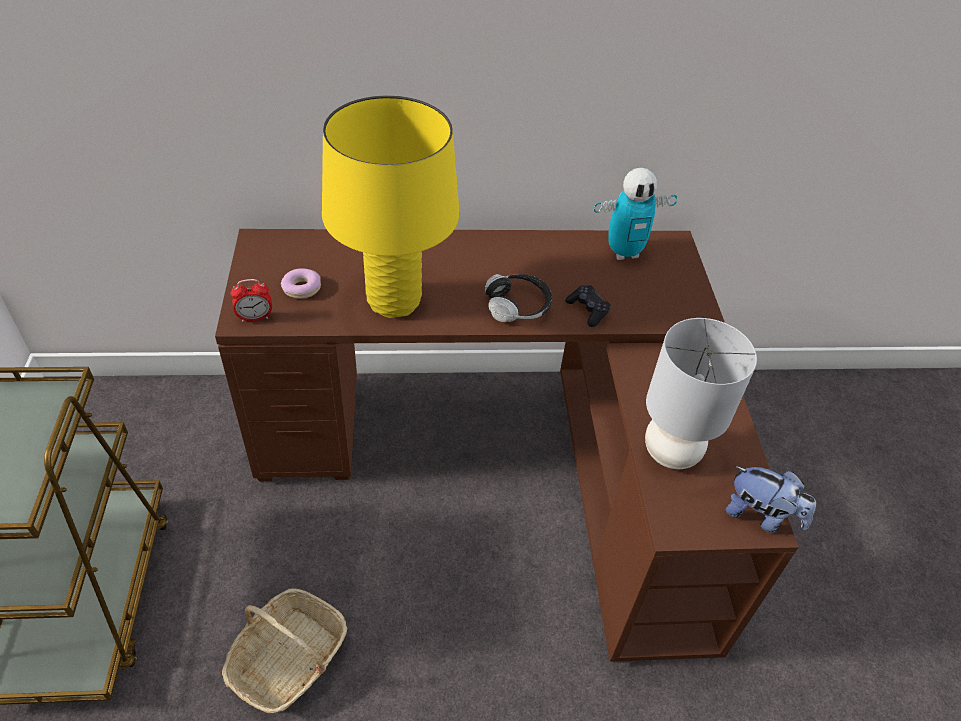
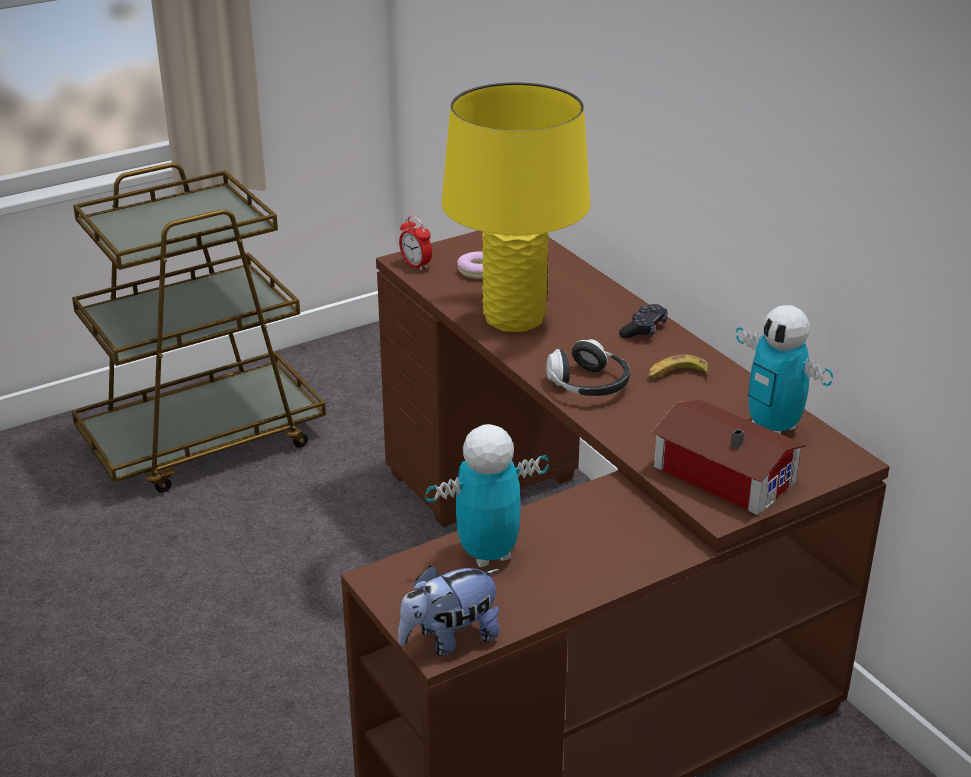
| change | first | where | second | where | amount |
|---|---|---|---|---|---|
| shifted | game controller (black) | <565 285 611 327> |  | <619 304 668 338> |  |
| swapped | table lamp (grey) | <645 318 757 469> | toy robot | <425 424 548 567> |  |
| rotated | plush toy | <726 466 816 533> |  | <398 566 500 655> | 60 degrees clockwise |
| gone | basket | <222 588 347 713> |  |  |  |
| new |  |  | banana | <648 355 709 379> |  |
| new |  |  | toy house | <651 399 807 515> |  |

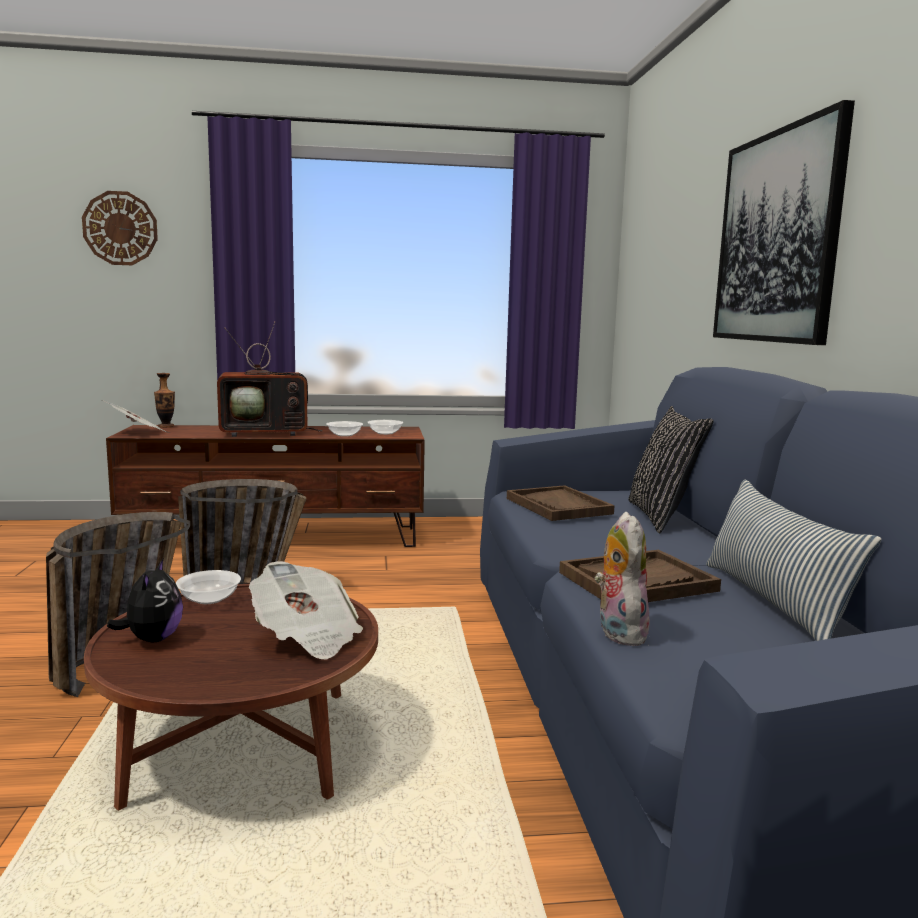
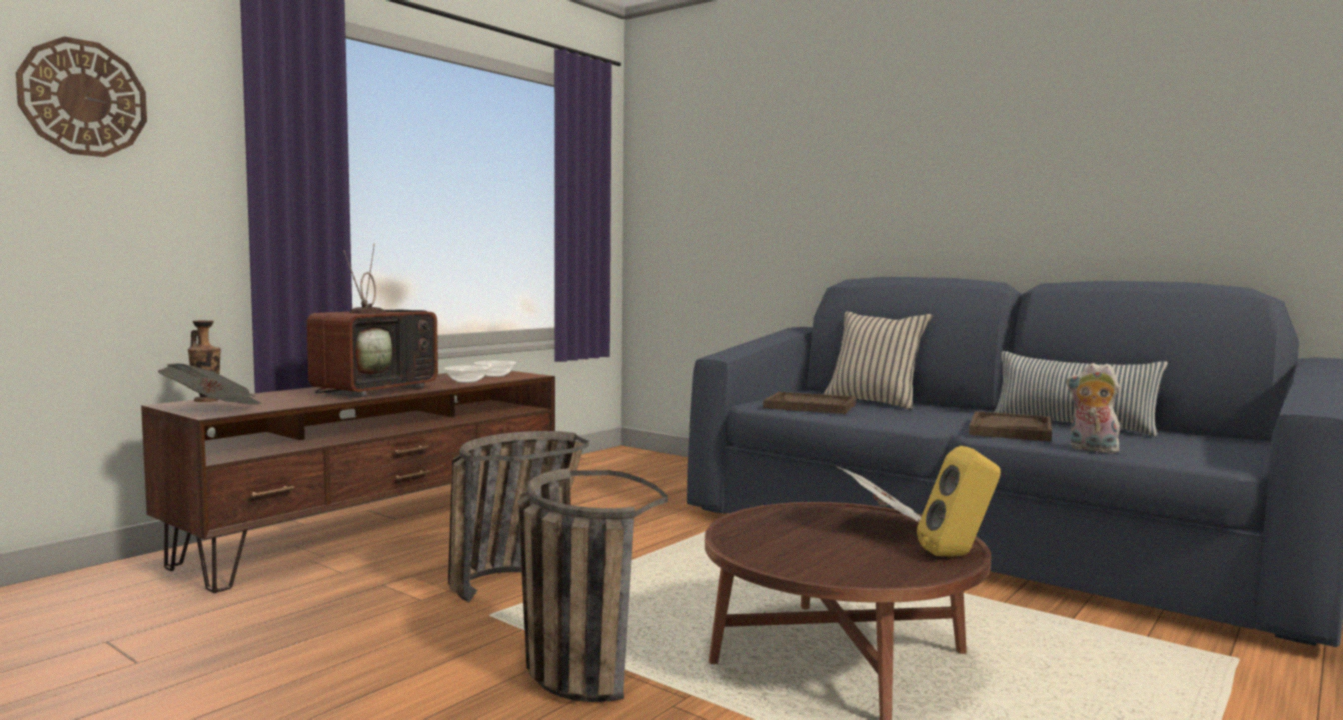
| change | first | where | second | where | amount |
|---|---|---|---|---|---|
| gone | picture | <713 100 855 345> |  |  |  |
| repainted | pillow (black) | <628 406 714 533> | pillow (beige) | <823 312 933 410> |  |
| gone | plush toy | <107 559 183 642> |  |  |  |
| gone | bowl | <176 570 241 604> |  |  |  |
| new |  |  | speaker (yellow) | <917 446 1001 556> |  |

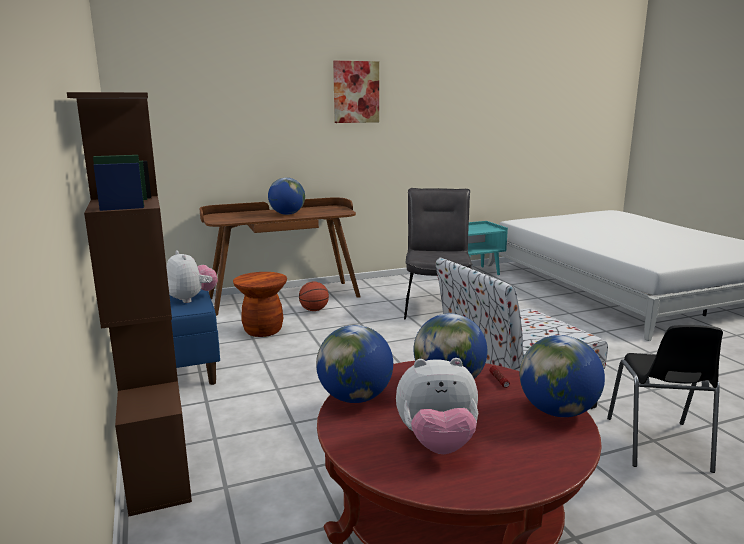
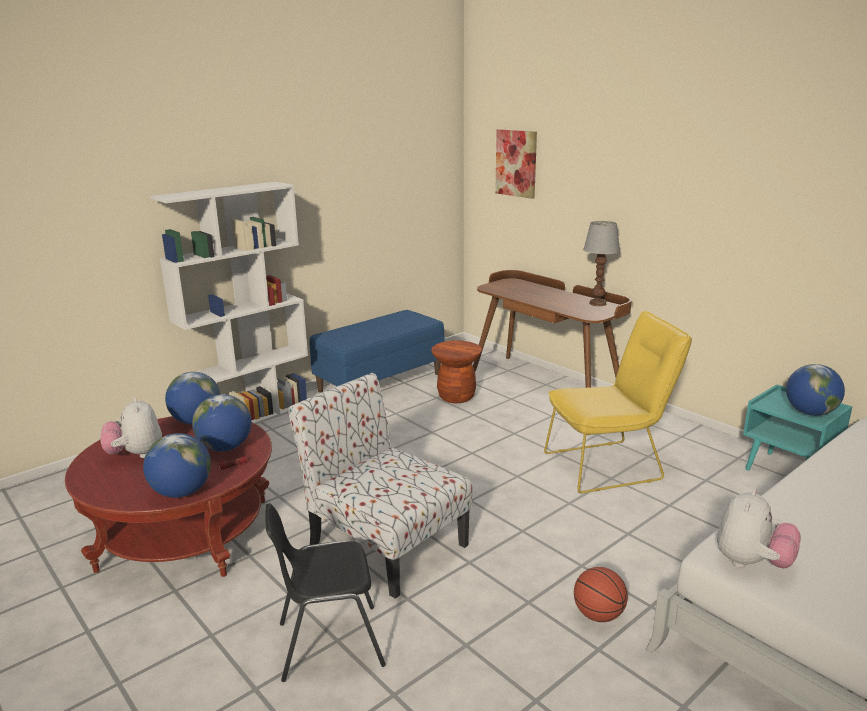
| change | first | where | second | where | amount |
|---|---|---|---|---|---|
| shifted | picture | <333 61 379 123> |  | <495 129 537 199> |  |
| repainted | bookcase (brown) | <67 92 192 517> | bookcase (white) | <150 182 308 424> |  |
| shifted | globe | <268 178 305 215> |  | <786 364 845 416> |  |
| repainted | chair (grey) | <404 188 473 319> | chair (yellow) | <544 311 692 493> |  |
| shifted | plush toy | <166 250 218 303> |  | <717 488 801 569> |  |
| shifted | basketball | <299 282 329 311> |  | <574 567 628 622> |  |
| new |  |  | table lamp | <583 221 620 306> |  |

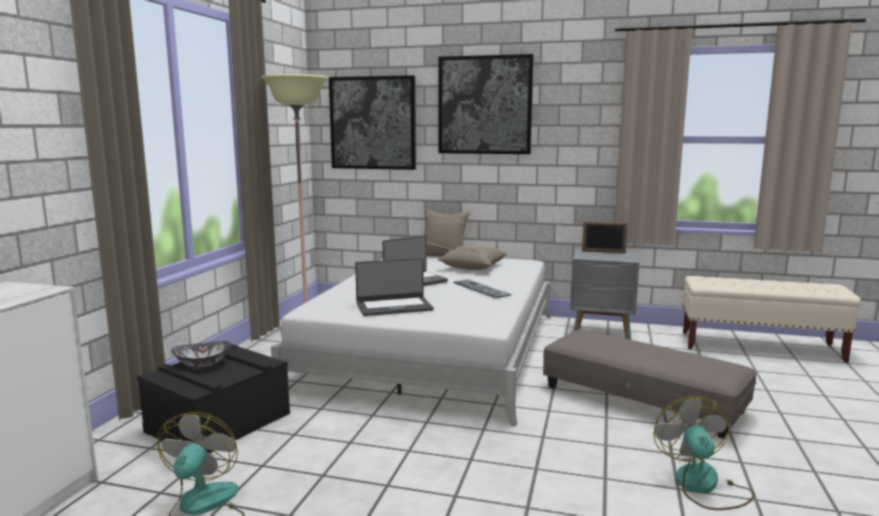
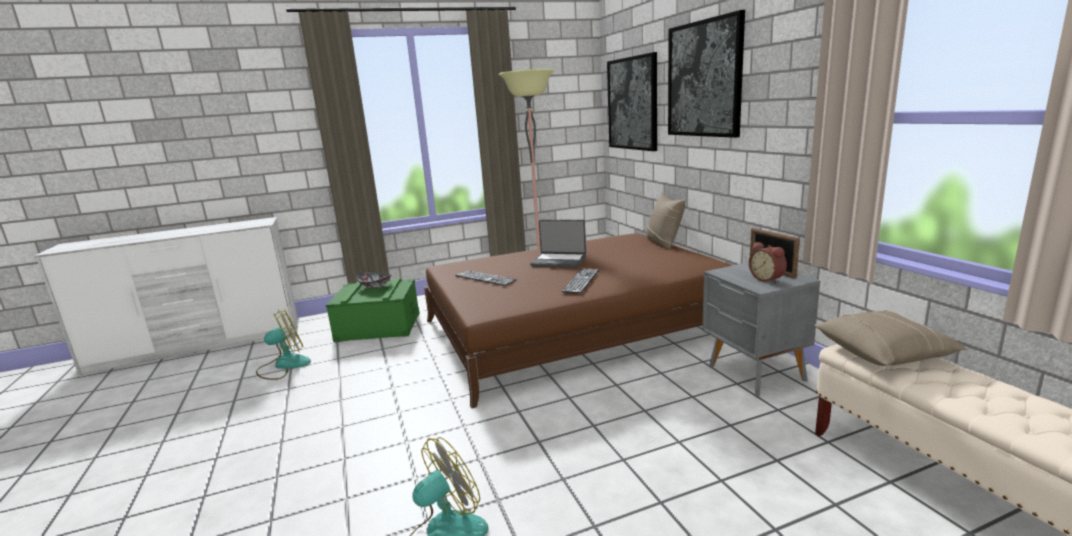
| change | first | where | second | where | amount |
|---|---|---|---|---|---|
| shifted | pillow (beige) | <438 245 508 270> |  | <814 310 968 366> |  |
| repainted | bed (white) | <271 256 551 426> | bed (brown) | <424 233 733 409> |  |
| swapped | laptop | <355 258 434 316> | keyboard | <455 270 517 286> |  |
| gone | ottoman (grey) | <543 330 757 439> |  |  |  |
| repainted | storage box (black) | <137 344 290 453> | storage box (green) | <326 278 420 342> |  |
| new |  |  | alarm clock | <749 242 787 284> |  |

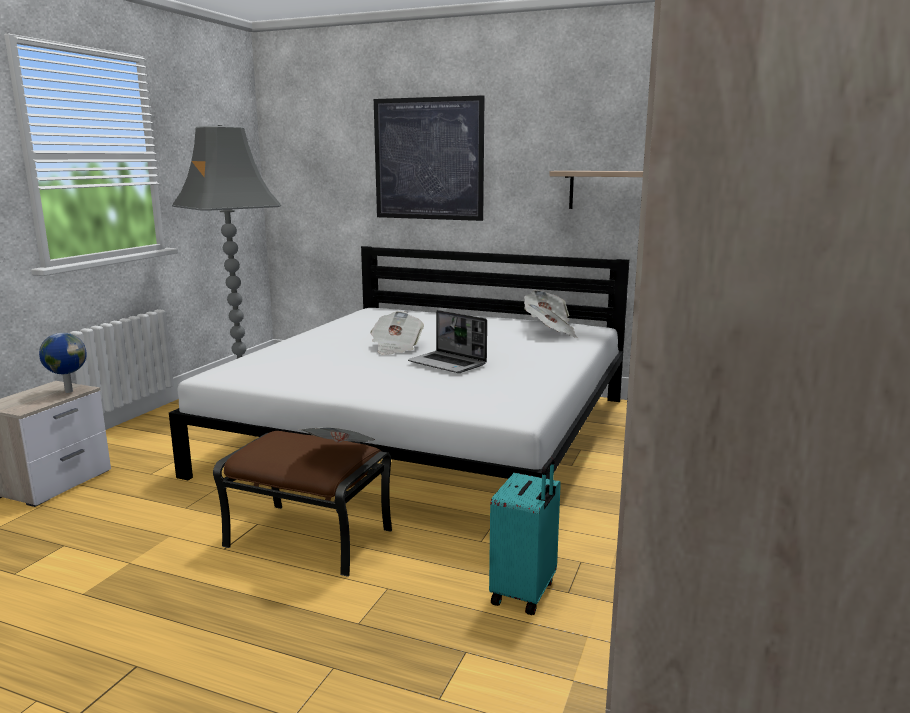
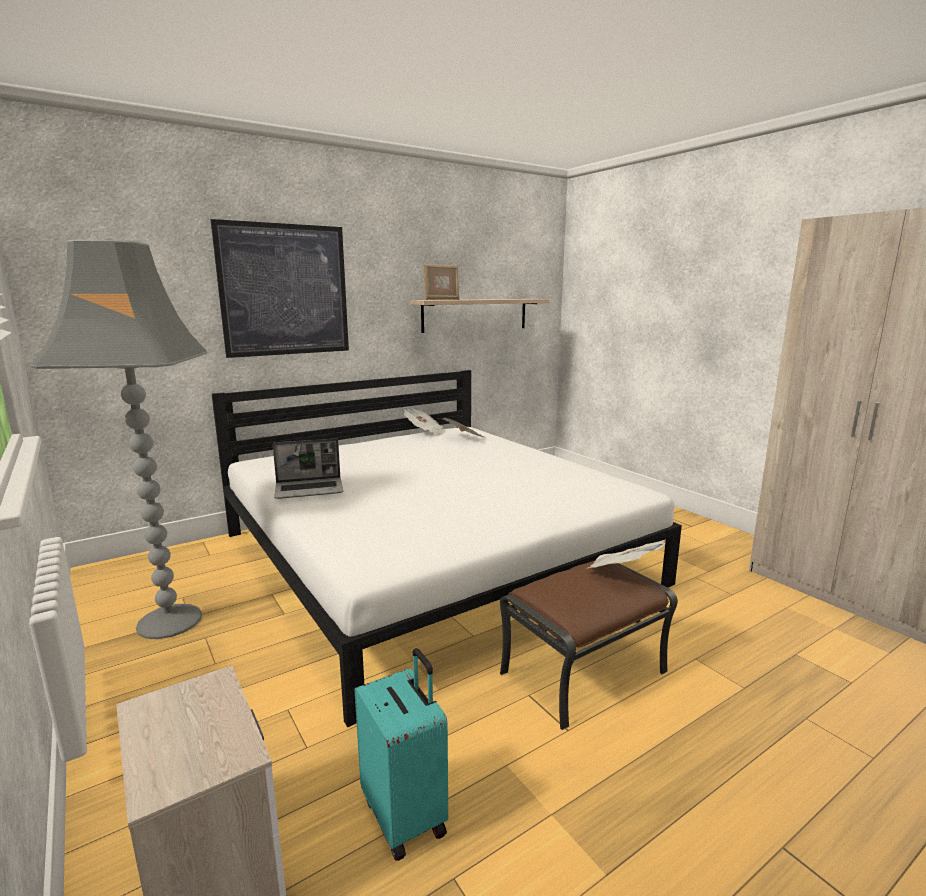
| change | first | where | second | where | amount |
|---|---|---|---|---|---|
| shifted | laptop | <408 310 487 373> |  | <273 438 343 499> |  |
| gone | newspaper | <370 311 424 355> |  |  |  |
| gone | globe | <39 333 87 393> |  |  |  |
| shifted | suitcase (turquoise) | <489 458 561 615> |  | <355 648 448 861> |  |
| new |  |  | picture frame | <423 264 459 300> |  |

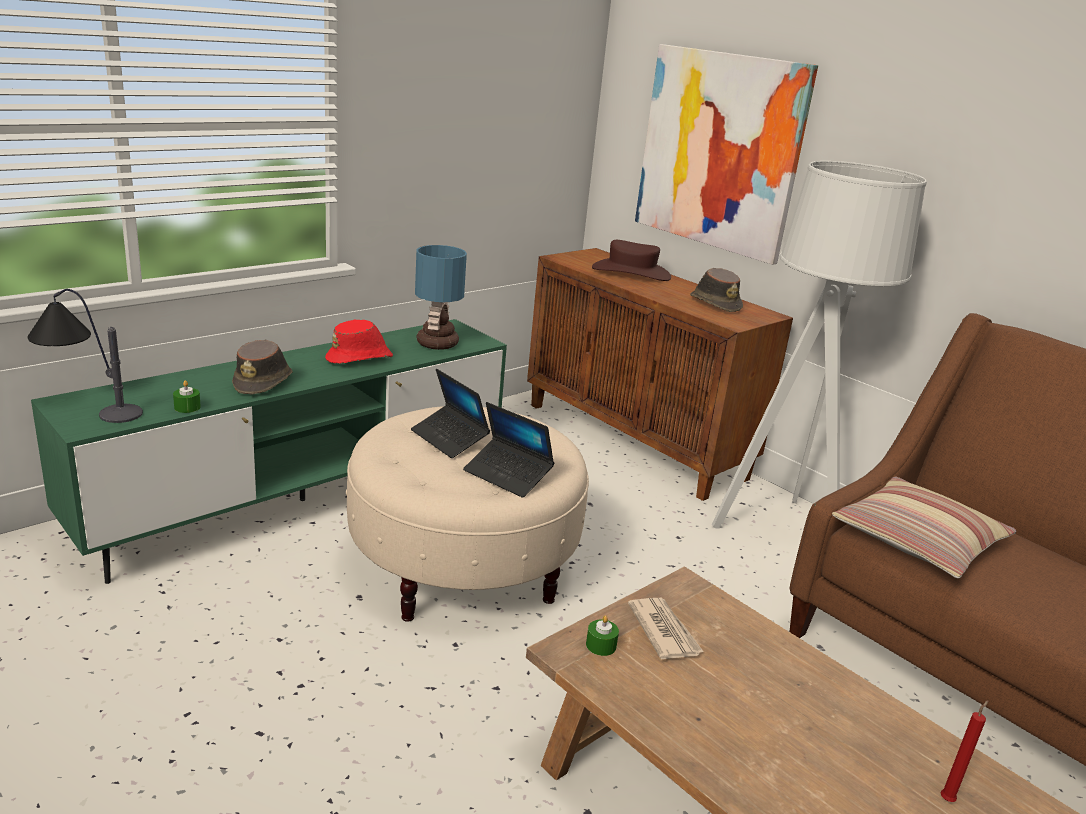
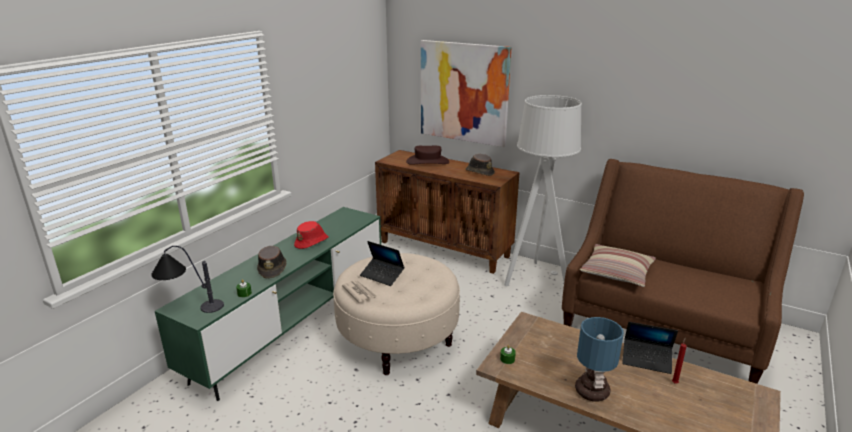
| change | first | where | second | where | amount |
|---|---|---|---|---|---|
| shifted | table lamp | <415 245 467 350> |  | <575 317 624 402> |  |
| shifted | laptop | <463 402 554 498> |  | <622 322 678 374> |  |
| shifted | newspaper | <628 598 704 659> |  | <342 280 377 303> |  |

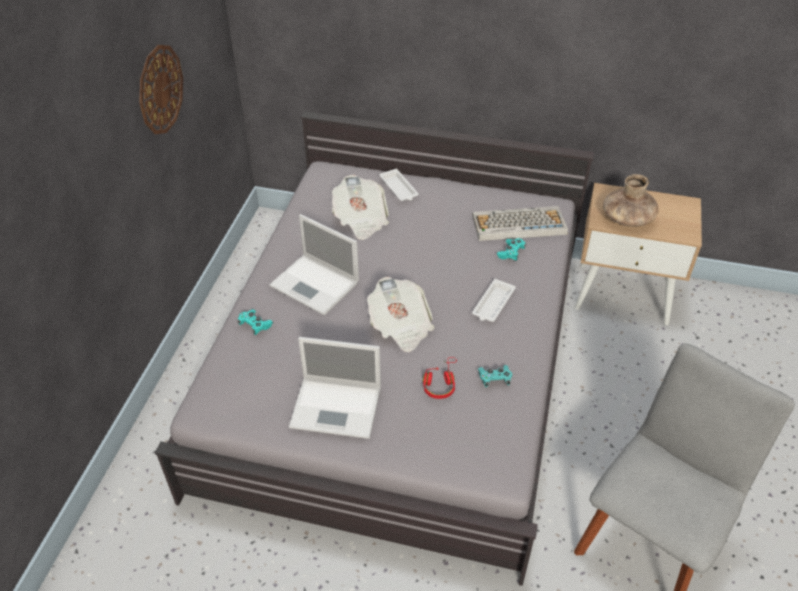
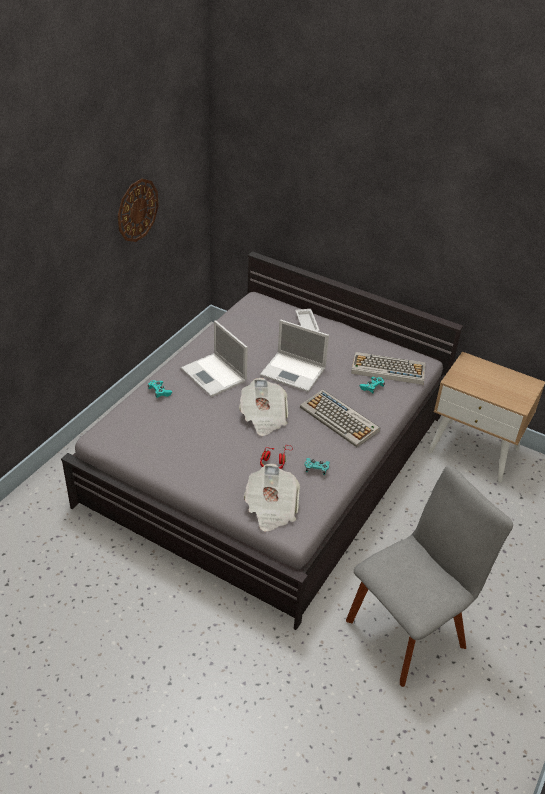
| change | first | where | second | where | amount |
|---|---|---|---|---|---|
| gone | vase (brown) | <603 174 659 227> |  |  |  |
| shifted | newspaper | <332 175 389 240> |  | <244 464 300 532> |  |
| swapped | tray (white) | <472 279 516 322> | keyboard | <300 389 380 447> |  |
| shifted | laptop | <289 337 381 439> |  | <260 319 329 392> |  |

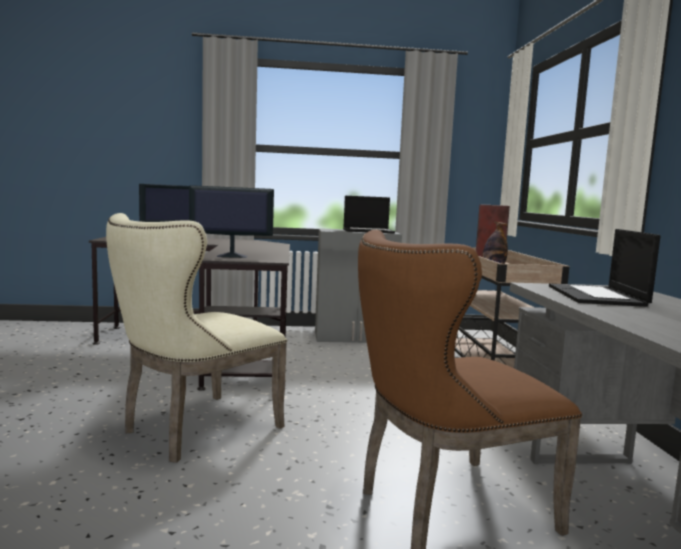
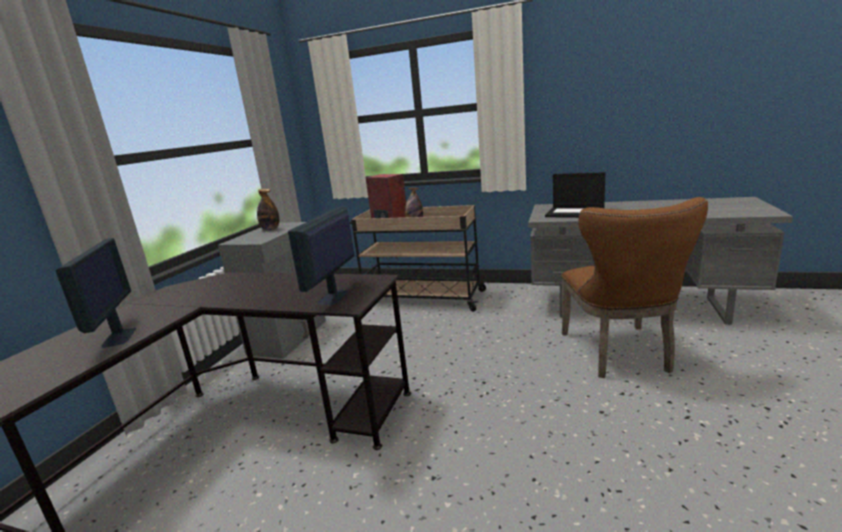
| change | first | where | second | where | amount |
|---|---|---|---|---|---|
| swapped | laptop | <343 196 395 233> | bottle | <257 189 279 230> |  |
| gone | chair (beige) | <106 213 287 463> |  |  |  |

